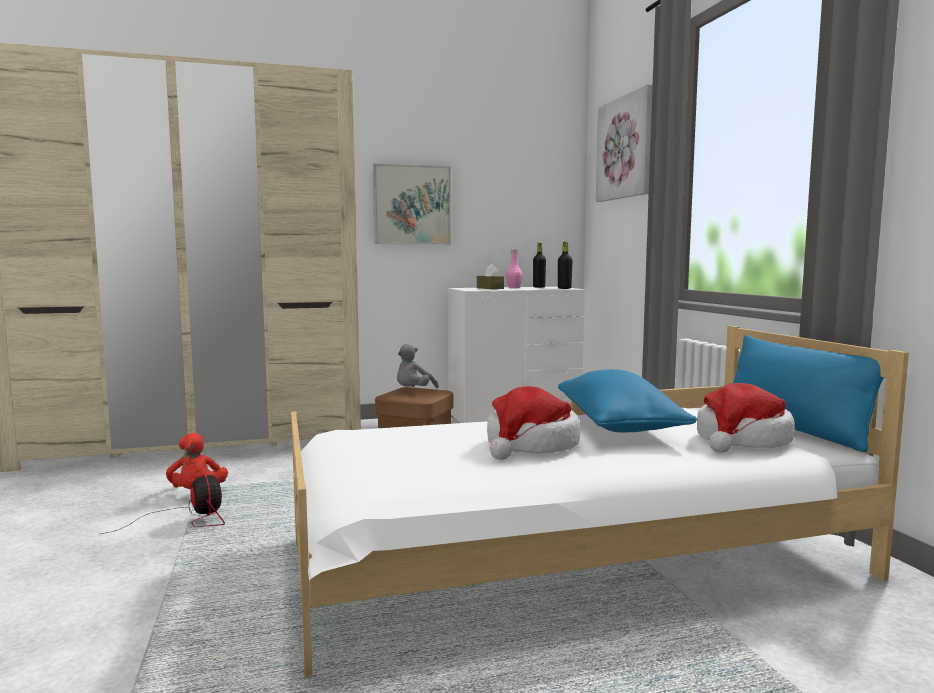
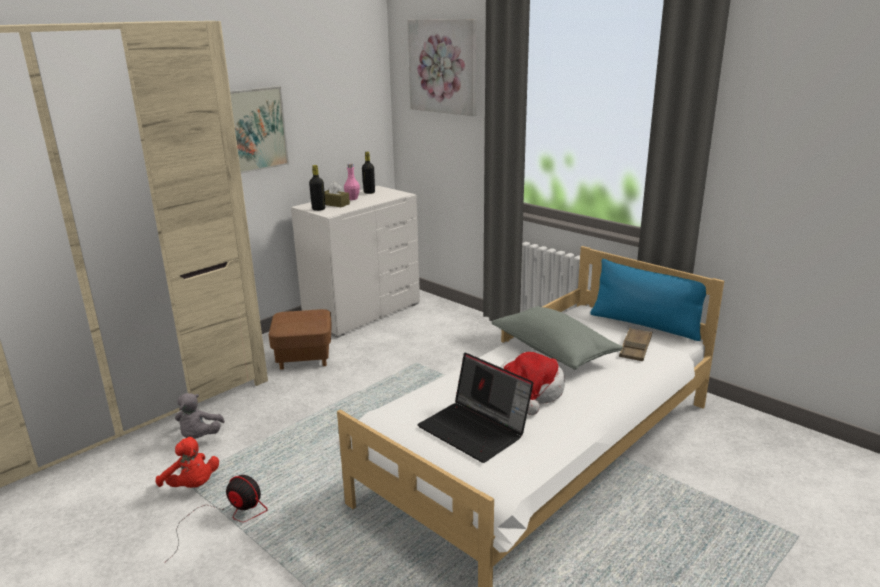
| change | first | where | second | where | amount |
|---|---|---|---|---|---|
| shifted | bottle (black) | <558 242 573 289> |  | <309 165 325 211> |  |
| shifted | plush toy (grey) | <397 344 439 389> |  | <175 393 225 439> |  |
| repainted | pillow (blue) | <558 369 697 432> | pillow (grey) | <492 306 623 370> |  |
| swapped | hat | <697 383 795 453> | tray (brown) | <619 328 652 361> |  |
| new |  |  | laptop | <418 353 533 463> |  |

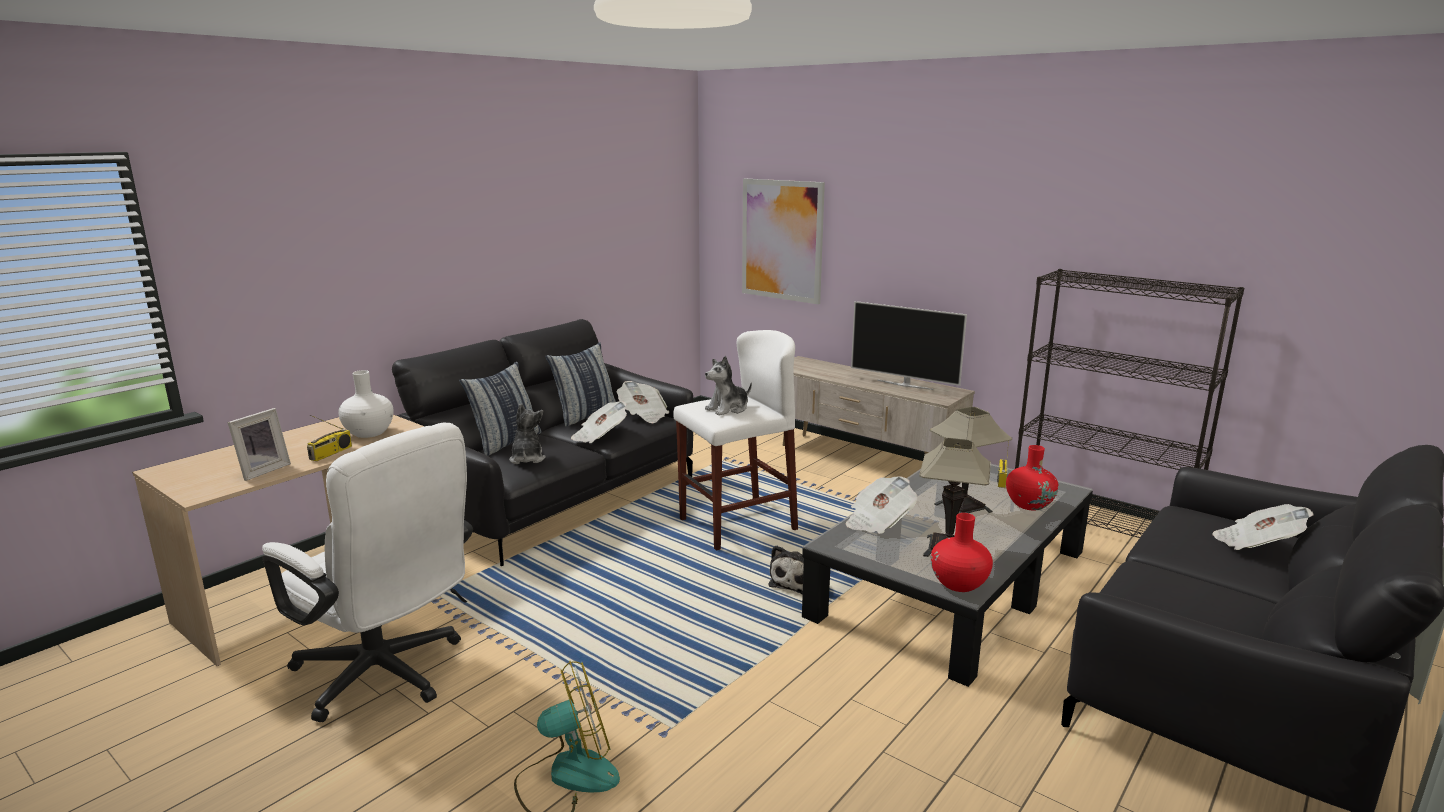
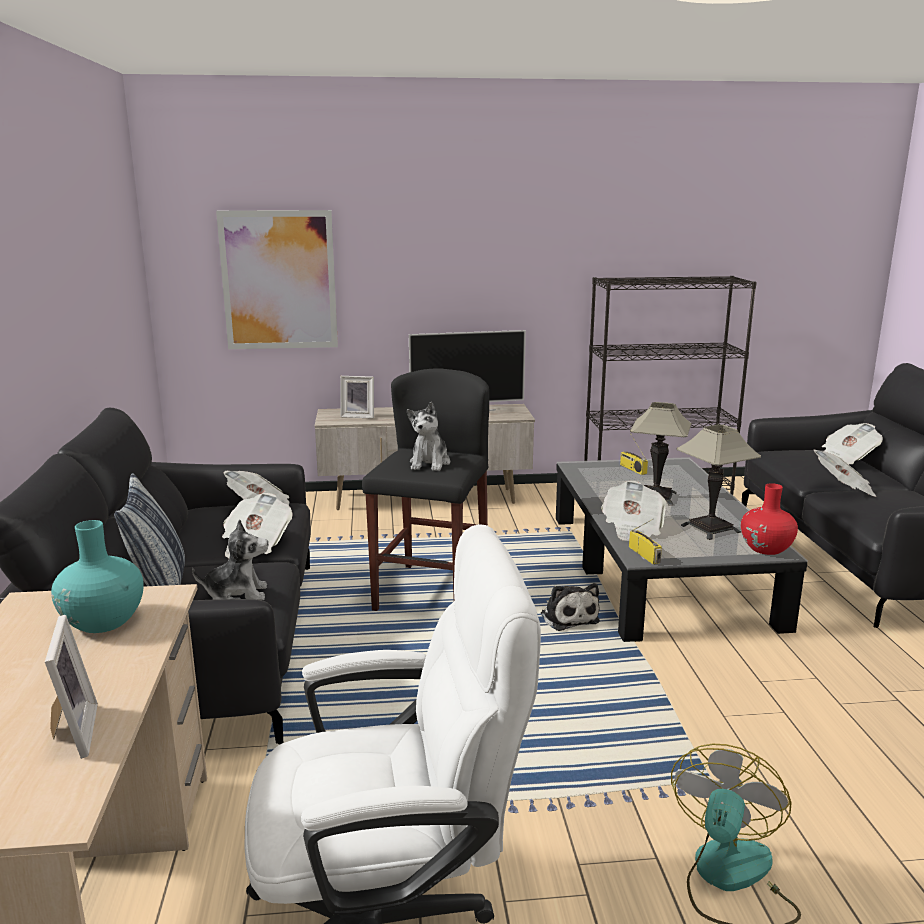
| change | first | where | second | where | amount |
|---|---|---|---|---|---|
| repainted | stool (white) | <673 330 798 551> | stool (black) | <362 368 489 611> |  |
| gone | pillow | <545 342 616 427> |  |  |  |
| repainted | vase (white) | <338 370 394 438> | vase (turquoise) | <51 520 143 633> |  |
| rotated | plush toy | <509 404 546 464> |  | <192 519 268 601> | 135 degrees clockwise |
| shifted | radio | <307 415 352 461> |  | <629 519 662 564> |  |
| gone | vase (red) | <1006 445 1059 510> |  |  |  |
| new |  |  | picture frame | <340 376 374 419> |  |
| new |  |  | newspaper | <814 450 876 497> |  |

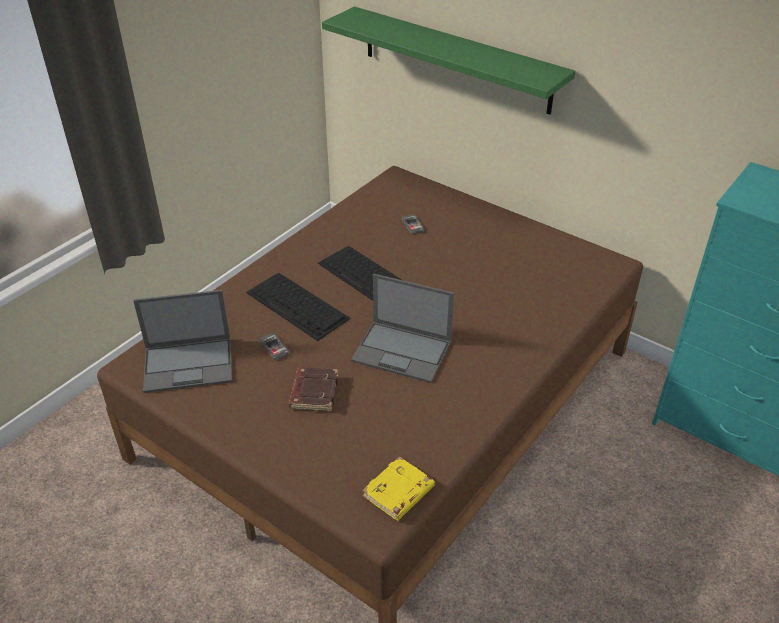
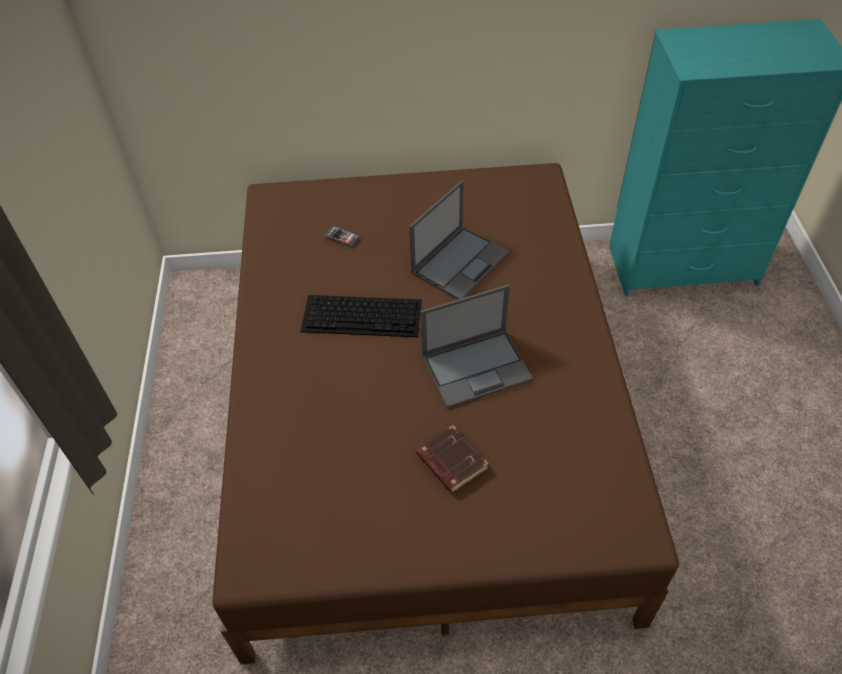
| change | first | where | second | where | amount |
|---|---|---|---|---|---|
| gone | shelf (green) | <322 6 575 115> |  |  |  |
| gone | keyboard | <246 273 350 341> |  |  |  |
| shifted | laptop | <133 290 232 393> |  | <409 180 509 299> |  |
| gone | phone | <259 333 290 360> |  |  |  |
| gone | book (yellow) | <362 456 435 521> |  |  |  |

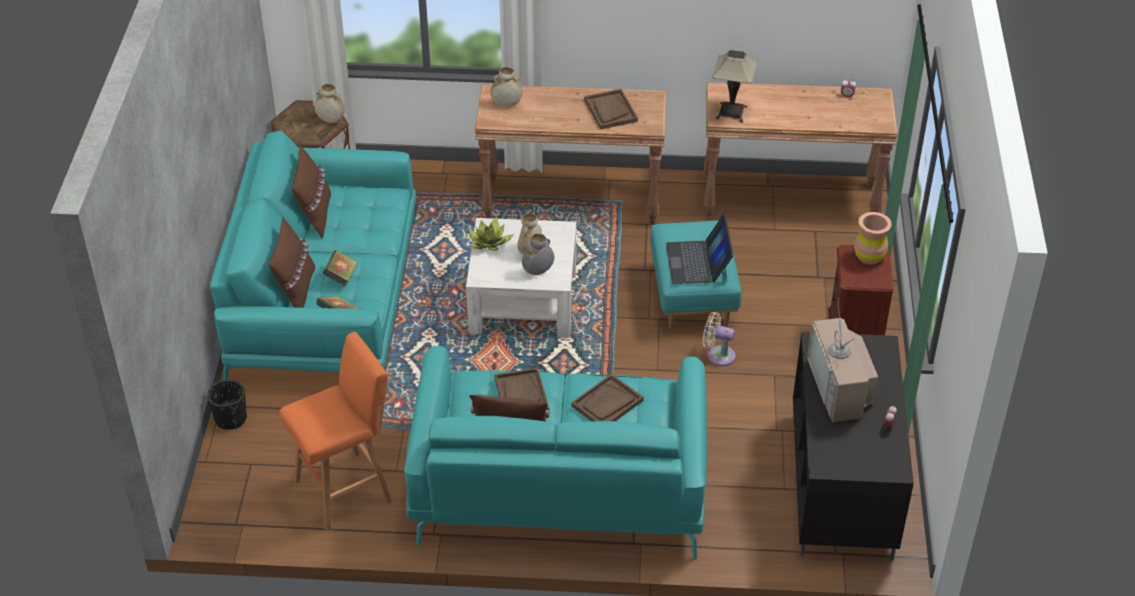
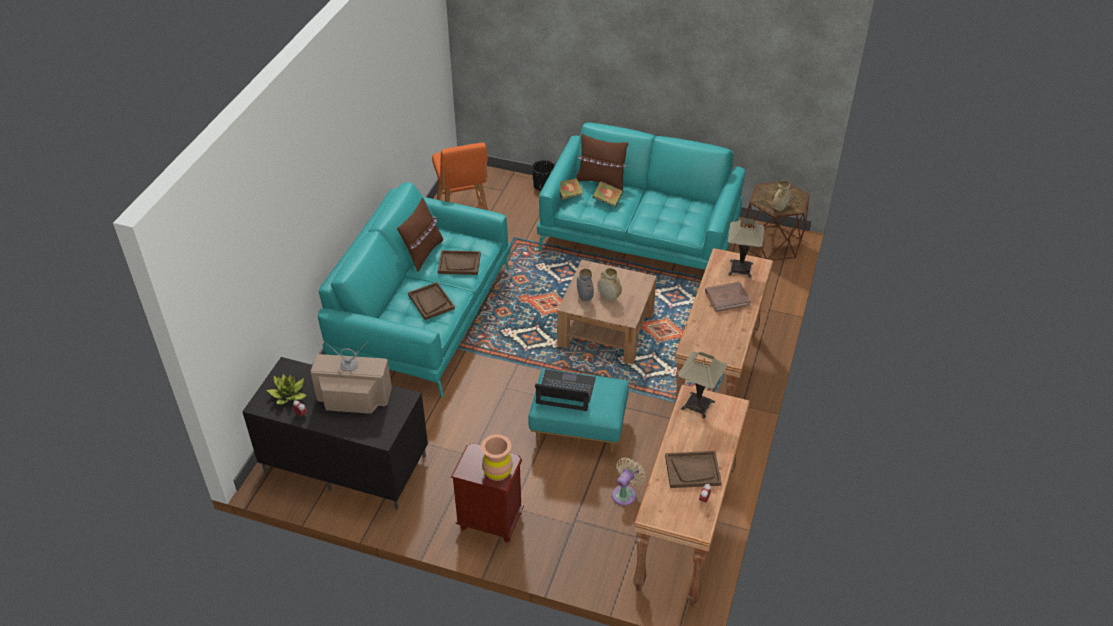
| change | first | where | second | where | amount |
|---|---|---|---|---|---|
| swapped | vase (beige) | <490 67 522 107> | table lamp | <728 218 764 278> |  |
| shifted | tray (brown) | <584 89 638 130> |  | <665 451 722 488> |  |
| gone | pillow (brown) | <292 145 331 238> |  |  |  |
| shifted | potted plant | <469 216 514 251> |  | <266 374 306 405> |  |
| repainted | coffee table (white) | <466 218 576 338> | coffee table (brown) | <557 260 657 364> |  |
| shifted | fan (beige) | <702 312 736 366> |  | <612 457 646 506> |  |
| new |  |  | book (brown) | <705 282 751 312> |  |

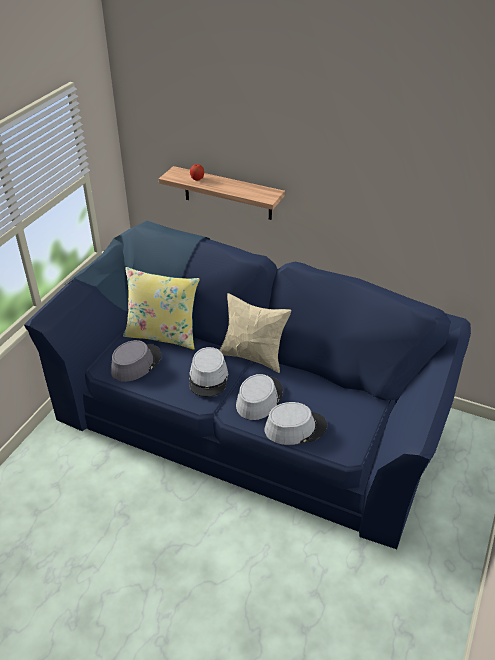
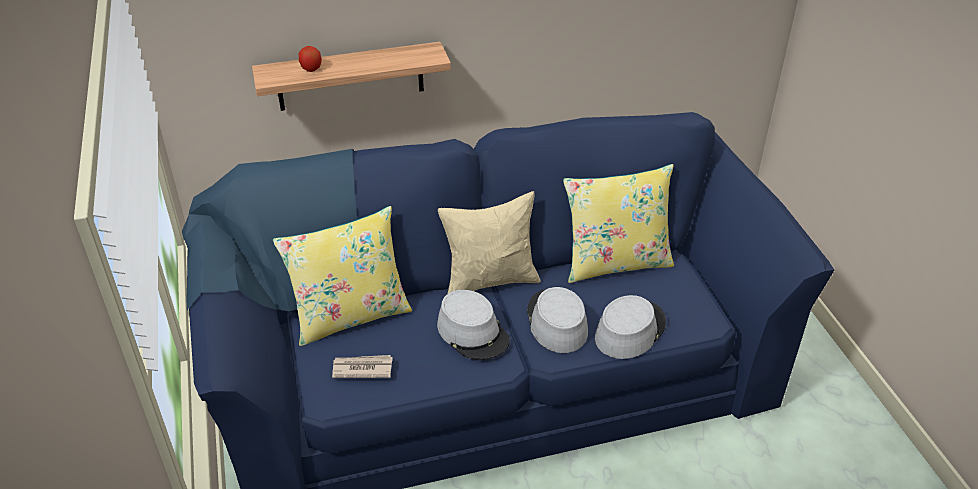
| change | first | where | second | where | amount |
|---|---|---|---|---|---|
| swapped | hat (grey) | <111 340 161 382> | newspaper | <332 355 393 378> |  |
| new |  |  | pillow (yellow) | <563 164 674 283> |  |

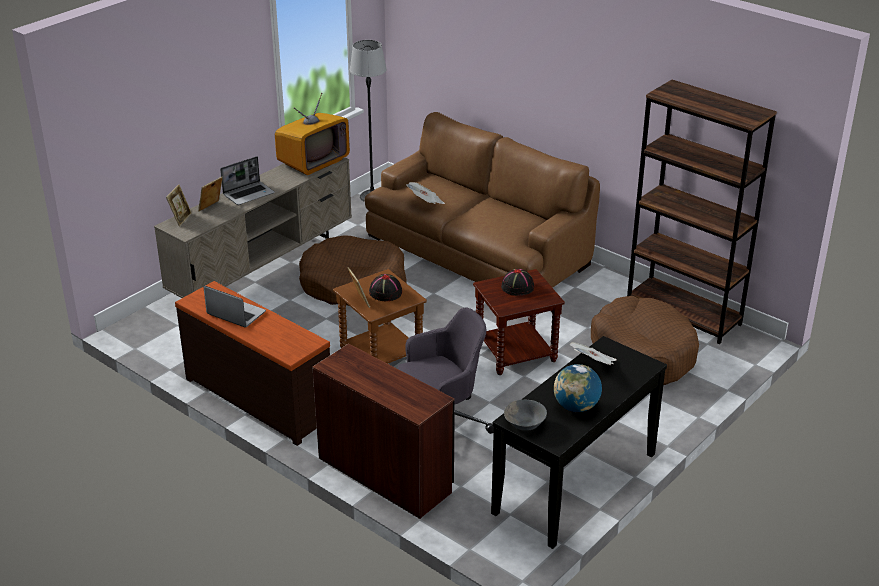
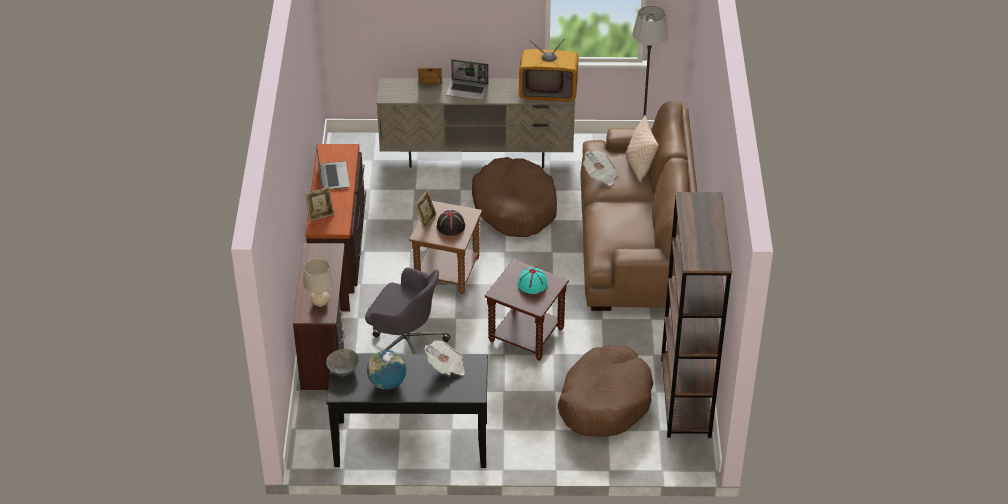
| change | first | where | second | where | amount |
|---|---|---|---|---|---|
| shifted | picture frame | <166 185 192 226> |  | <305 187 334 221> |  |
| repainted | hat (black) | <501 268 534 296> | hat (turquoise) | <518 267 548 294> |  |
| new |  |  | pillow (beige) | <626 115 659 182> |  |
| new |  |  | table lamp (beige) | <303 258 333 307> |  |

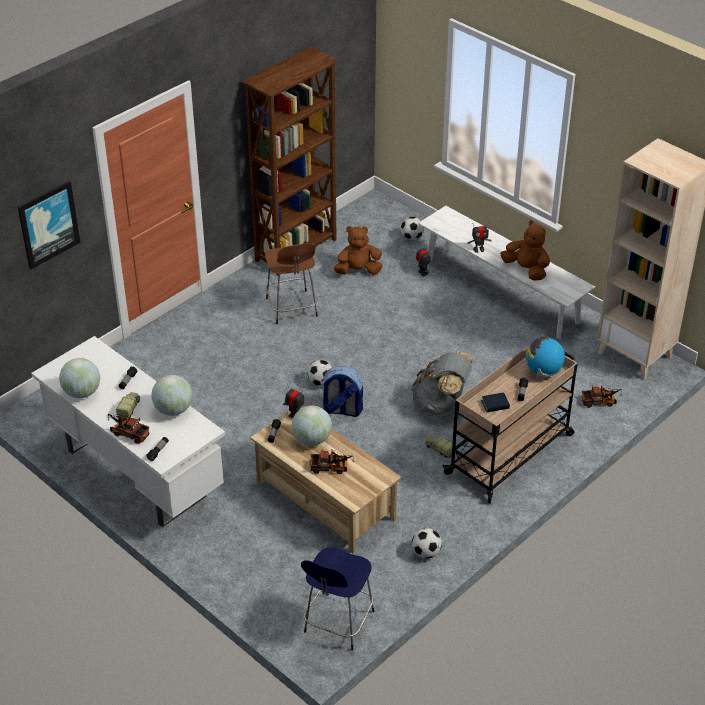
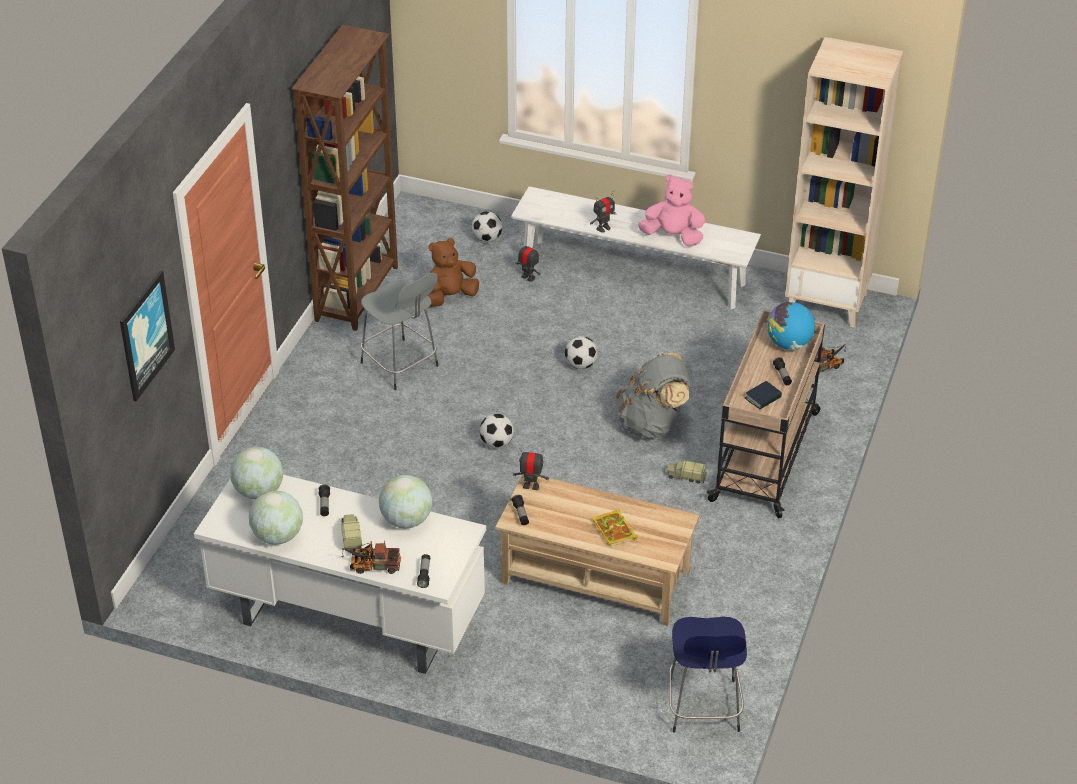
| change | first | where | second | where | amount |
|---|---|---|---|---|---|
| repainted | plush toy (brown) | <500 220 550 281> | plush toy (pink) | <638 174 706 247> |  |
| repainted | stool (brown) | <265 243 318 324> | stool (grey) | <361 273 439 390> |  |
| gone | backpack | <322 367 363 417> |  |  |  |
| shifted | globe | <292 405 332 446> |  | <230 447 283 500> |  |
| swapped | toy truck | <309 450 353 474> | book | <592 509 638 547> |  |
| shifted | football | <412 528 442 559> |  | <565 336 598 369> |  |

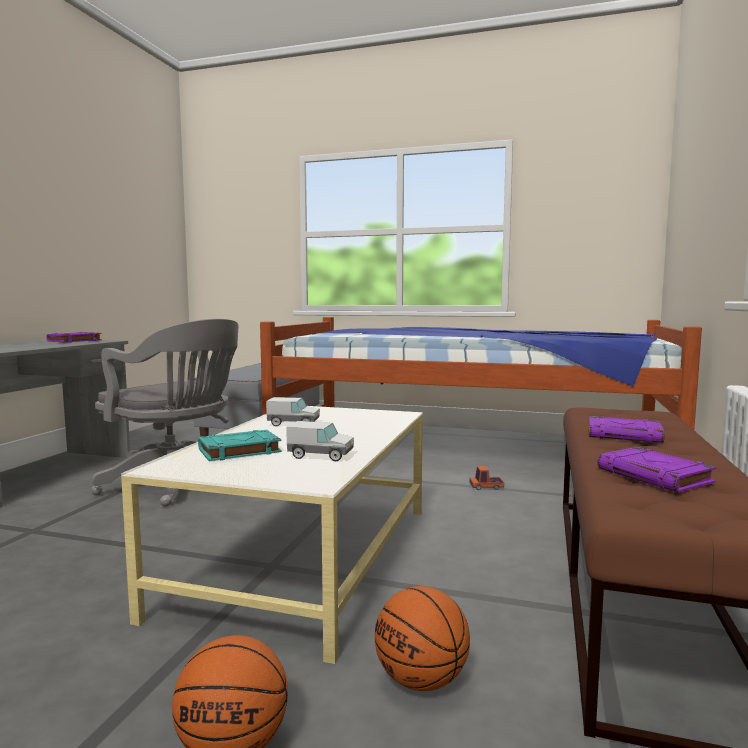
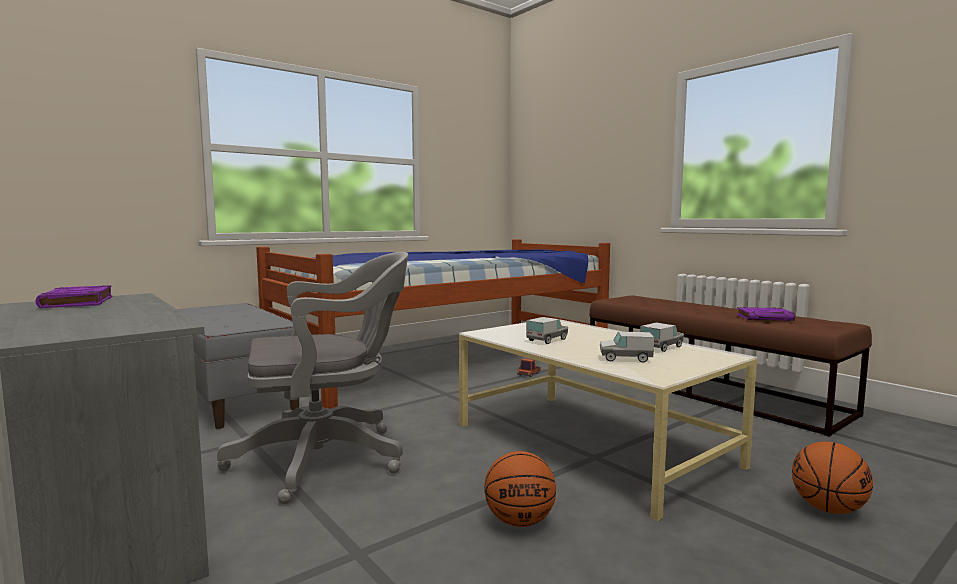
| change | first | where | second | where | amount |
|---|---|---|---|---|---|
| gone | book (purple) | <589 416 665 443> |  |  |  |
| swapped | book (turquoise) | <198 430 282 461> | toy truck | <600 332 654 362> |  |
| shifted | basketball | <375 586 470 691> |  | <485 451 556 527> |  |

